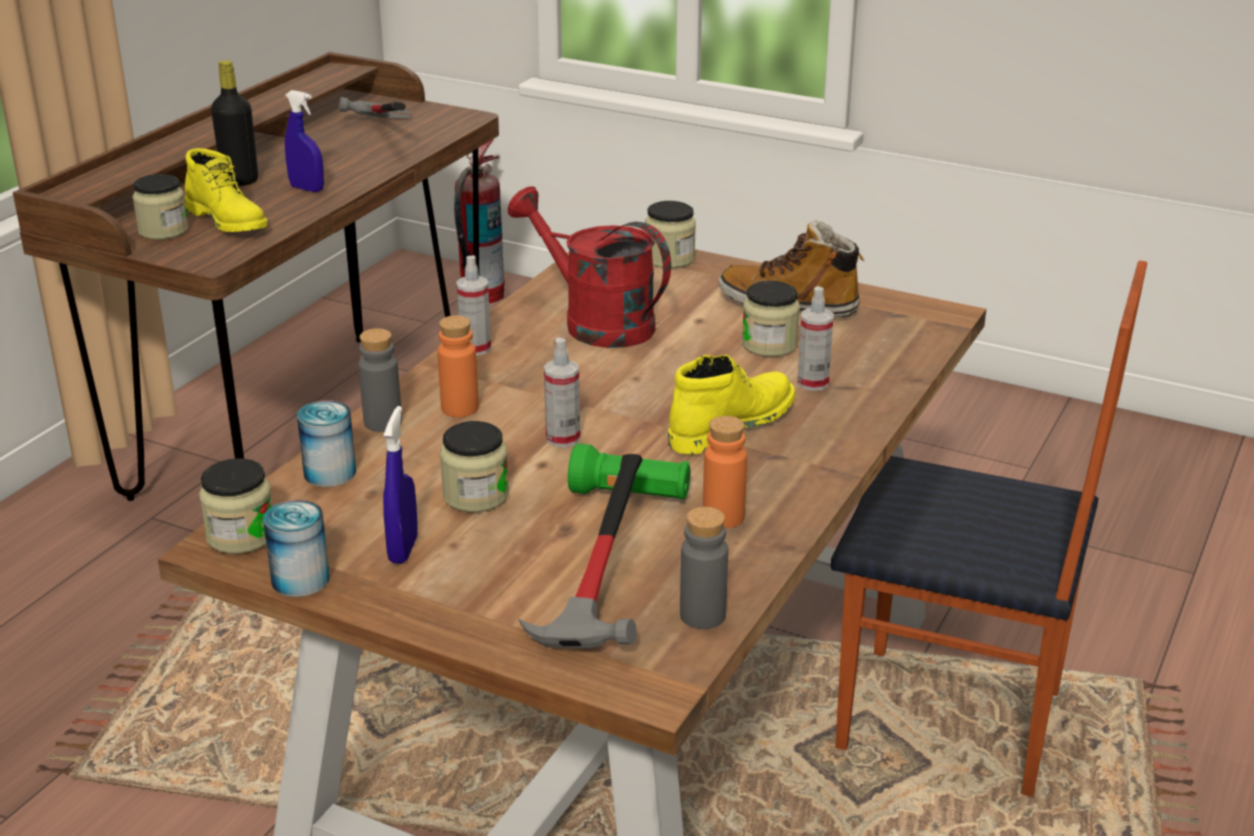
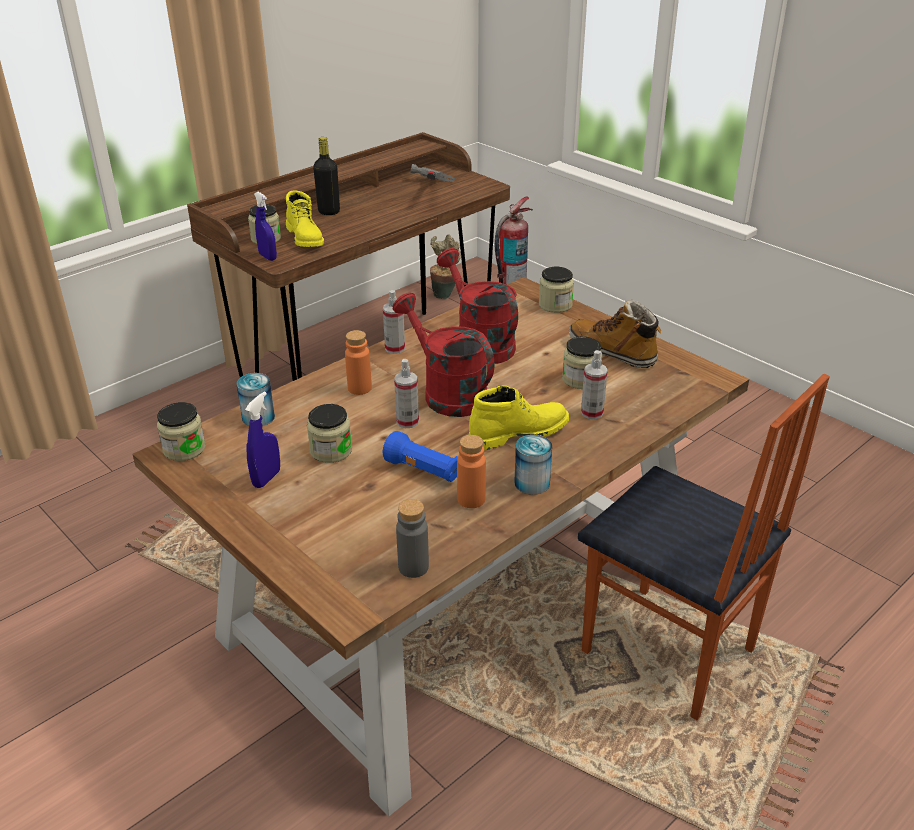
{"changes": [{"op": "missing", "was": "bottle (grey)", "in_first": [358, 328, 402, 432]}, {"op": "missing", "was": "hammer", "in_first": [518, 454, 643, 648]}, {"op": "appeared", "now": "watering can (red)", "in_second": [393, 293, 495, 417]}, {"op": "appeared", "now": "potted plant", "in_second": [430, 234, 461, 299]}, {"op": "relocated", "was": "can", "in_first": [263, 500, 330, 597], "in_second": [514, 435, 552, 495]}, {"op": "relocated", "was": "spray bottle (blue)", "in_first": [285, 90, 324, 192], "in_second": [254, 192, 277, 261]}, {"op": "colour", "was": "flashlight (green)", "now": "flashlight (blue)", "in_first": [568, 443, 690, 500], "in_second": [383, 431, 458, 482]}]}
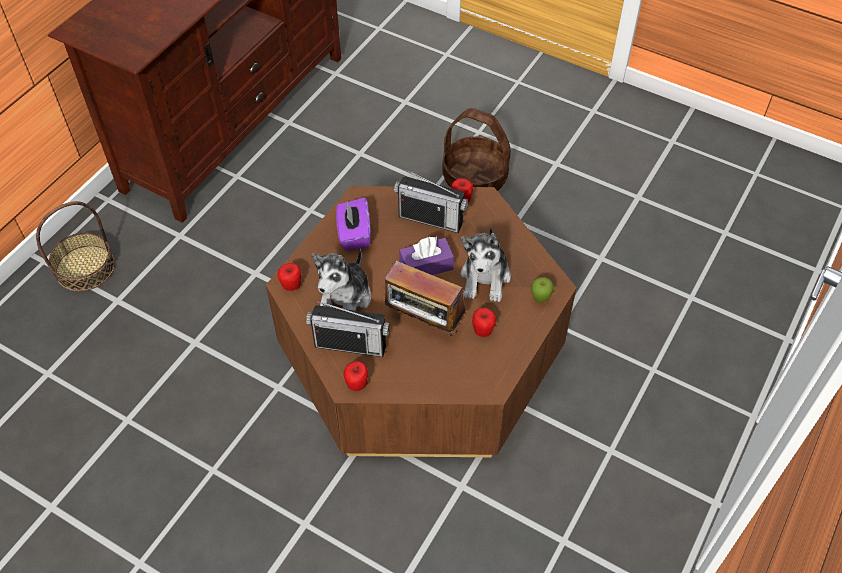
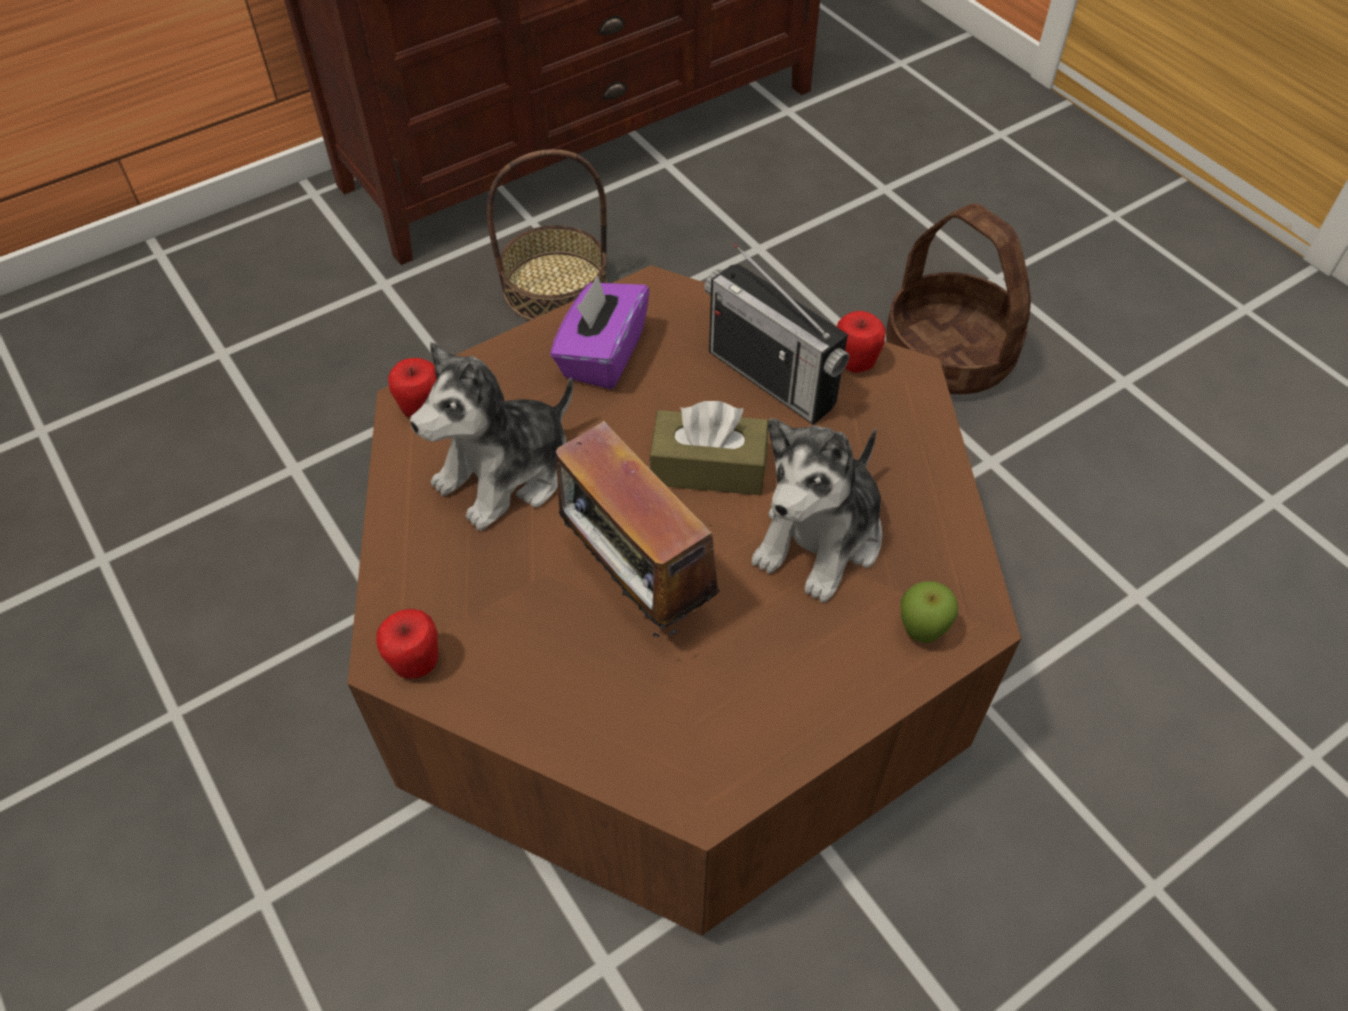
{"changes": [{"op": "missing", "was": "radio", "in_first": [306, 301, 390, 357]}, {"op": "missing", "was": "apple", "in_first": [472, 308, 496, 337]}, {"op": "relocated", "was": "basket", "in_first": [36, 201, 115, 291], "in_second": [487, 149, 607, 321]}, {"op": "colour", "was": "tissue box (purple)", "now": "tissue box (brown)", "in_first": [399, 237, 454, 275], "in_second": [649, 401, 768, 495]}]}
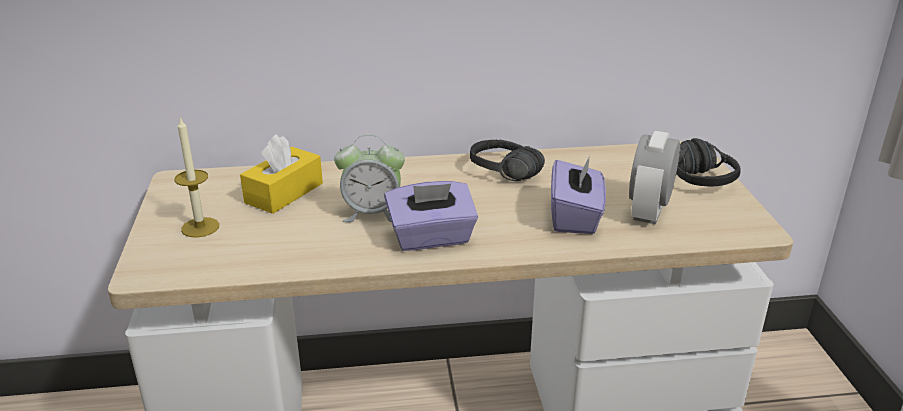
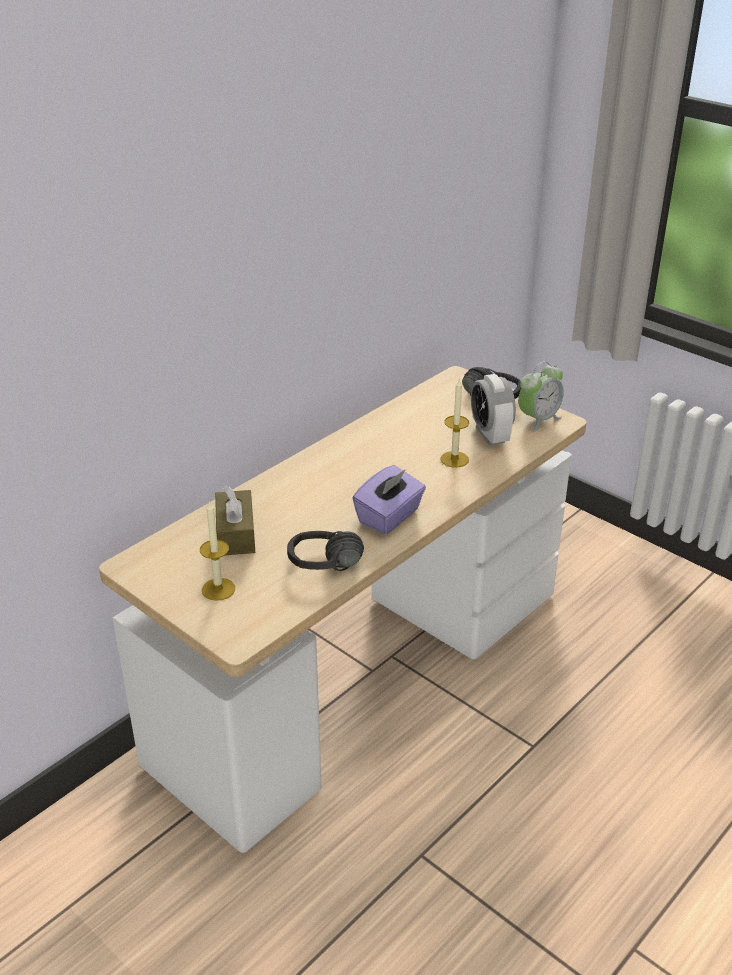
{"changes": [{"op": "relocated", "was": "alarm clock", "in_first": [334, 135, 405, 222], "in_second": [518, 361, 564, 432]}, {"op": "relocated", "was": "headphones (black)", "in_first": [470, 140, 545, 181], "in_second": [287, 531, 364, 571]}, {"op": "exchanged", "was": "tissue box (purple)", "now": "candle", "in_first": [551, 154, 606, 234], "in_second": [441, 379, 469, 468]}, {"op": "colour", "was": "tissue box (yellow)", "now": "tissue box (brown)", "in_first": [240, 134, 323, 214], "in_second": [215, 486, 255, 555]}]}
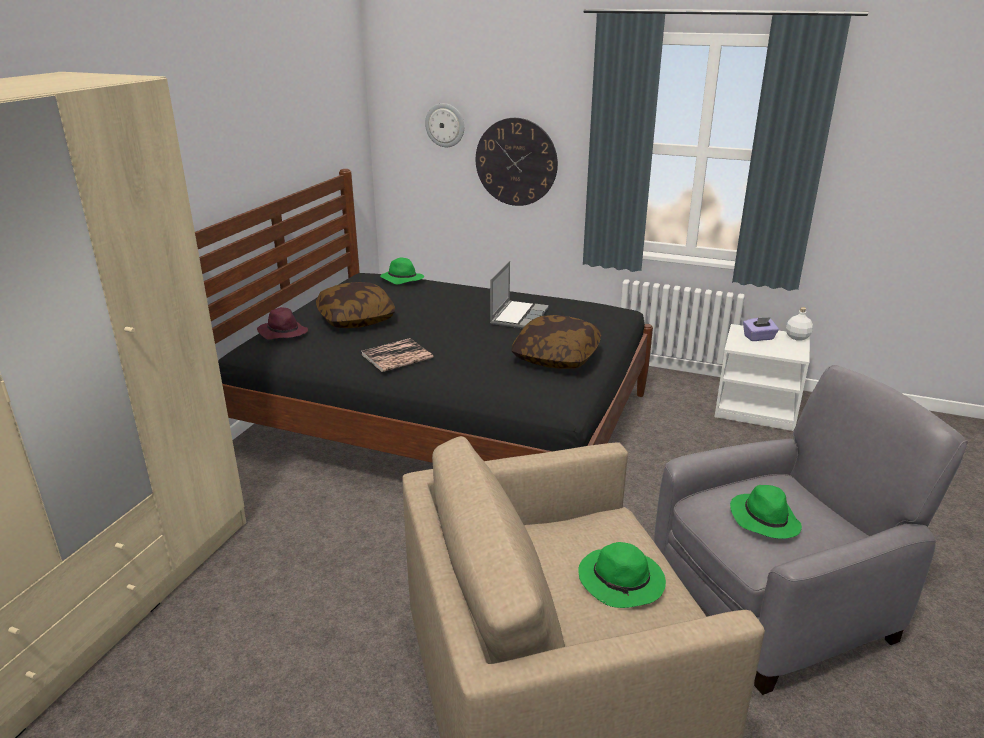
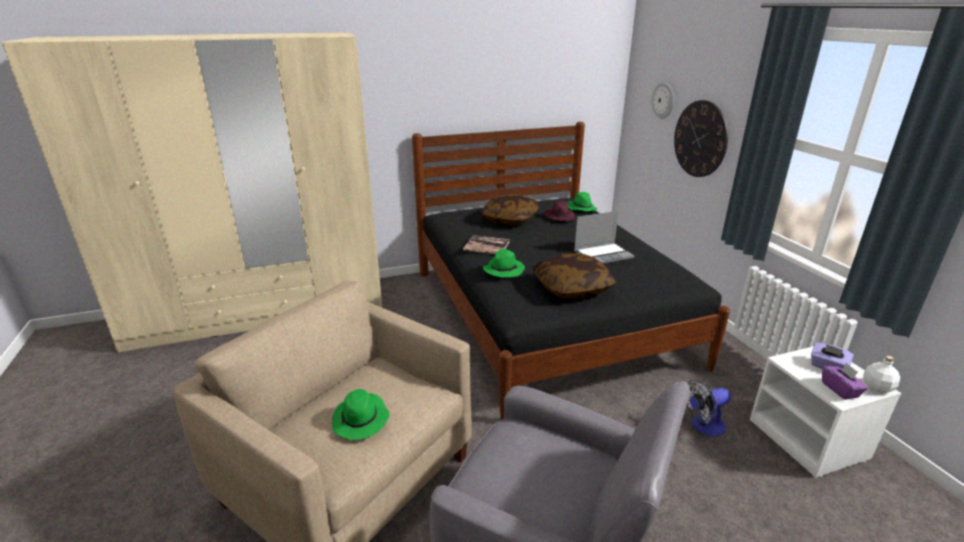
{"changes": [{"op": "appeared", "now": "fan", "in_second": [686, 380, 731, 436]}, {"op": "appeared", "now": "tissue box (purple)", "in_second": [822, 363, 868, 400]}, {"op": "relocated", "was": "hat (purple)", "in_first": [257, 307, 308, 340], "in_second": [544, 200, 575, 221]}, {"op": "relocated", "was": "hat (green)", "in_first": [730, 485, 802, 539], "in_second": [483, 249, 525, 277]}]}
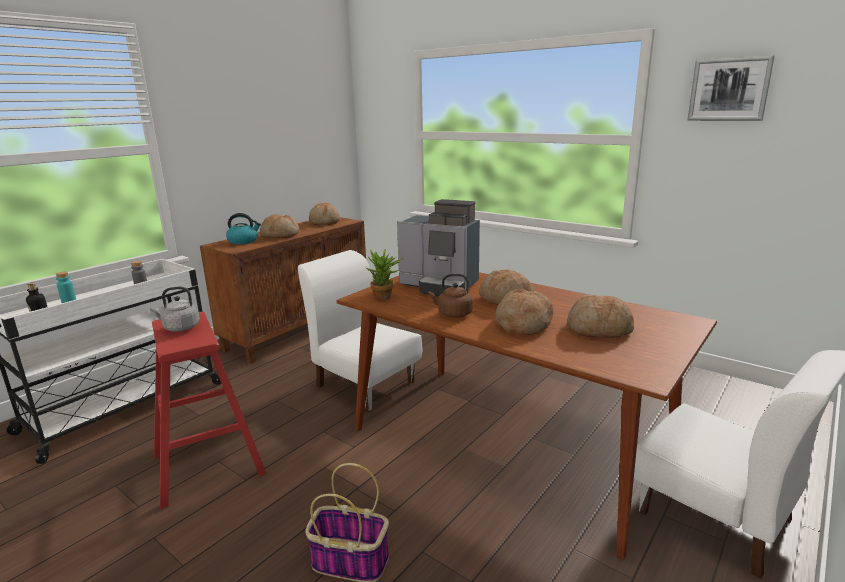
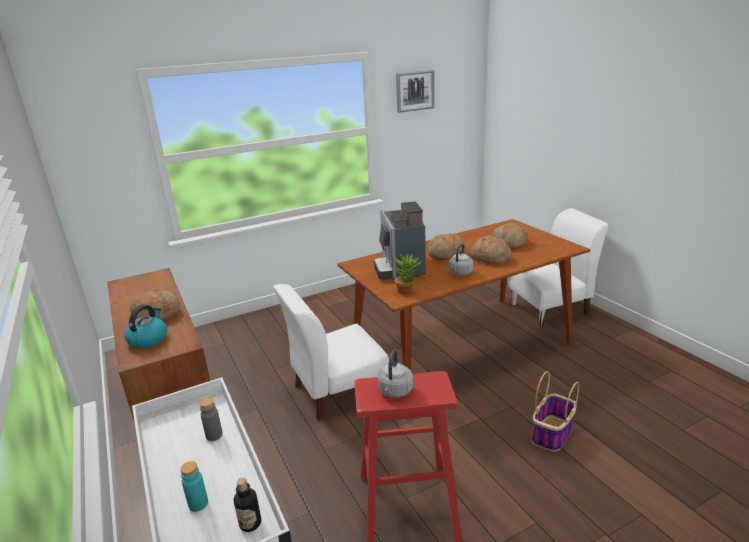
{"changes": [{"op": "missing", "was": "bread", "in_first": [309, 203, 340, 225]}, {"op": "colour", "was": "kettle (brown)", "now": "kettle (grey)", "in_first": [429, 274, 473, 318], "in_second": [449, 243, 473, 276]}, {"op": "spun", "was": "coffee machine", "in_first": [397, 199, 480, 296], "in_second": [374, 202, 426, 280], "clockwise": 120}]}
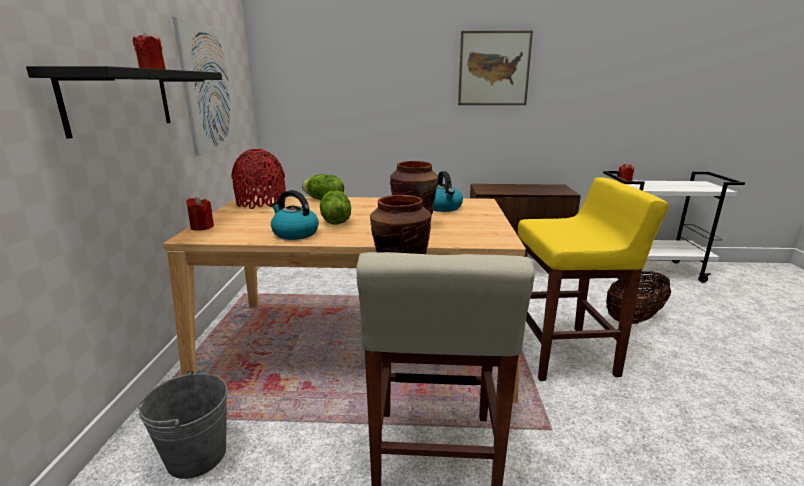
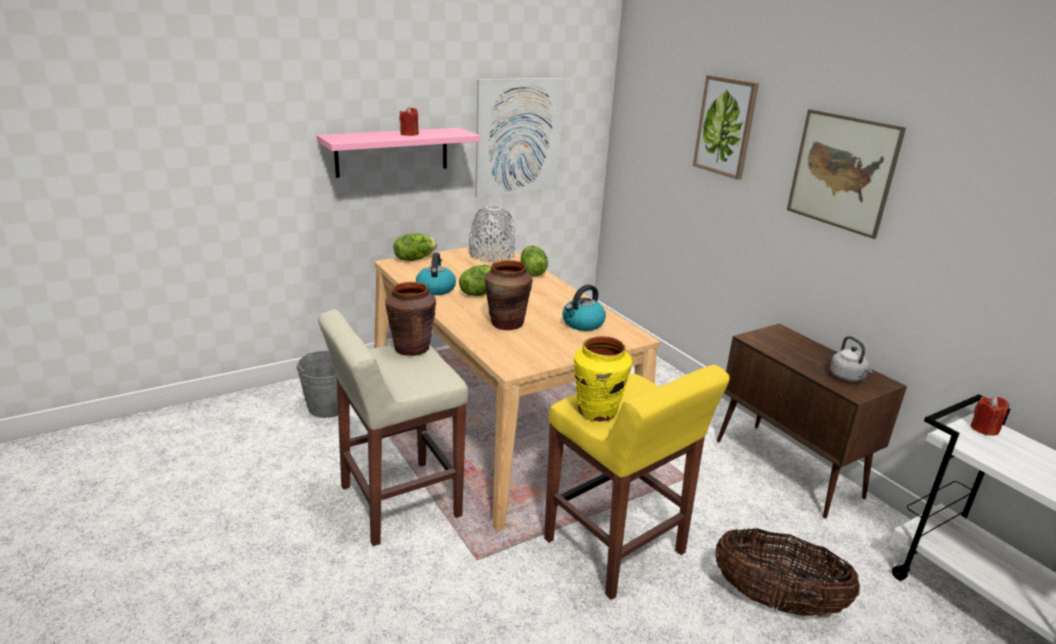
{"changes": [{"op": "appeared", "now": "vase (yellow)", "in_second": [574, 336, 632, 422]}, {"op": "appeared", "now": "picture", "in_second": [693, 75, 759, 180]}, {"op": "appeared", "now": "kettle (grey)", "in_second": [830, 336, 873, 382]}, {"op": "exchanged", "was": "candle (red)", "now": "lettuce", "in_first": [186, 197, 214, 231], "in_second": [394, 233, 437, 261]}, {"op": "colour", "was": "shelf (black)", "now": "shelf (pink)", "in_first": [26, 66, 222, 139], "in_second": [317, 127, 480, 178]}, {"op": "colour", "was": "vase (red)", "now": "vase (grey)", "in_first": [231, 149, 286, 209], "in_second": [469, 205, 516, 263]}]}
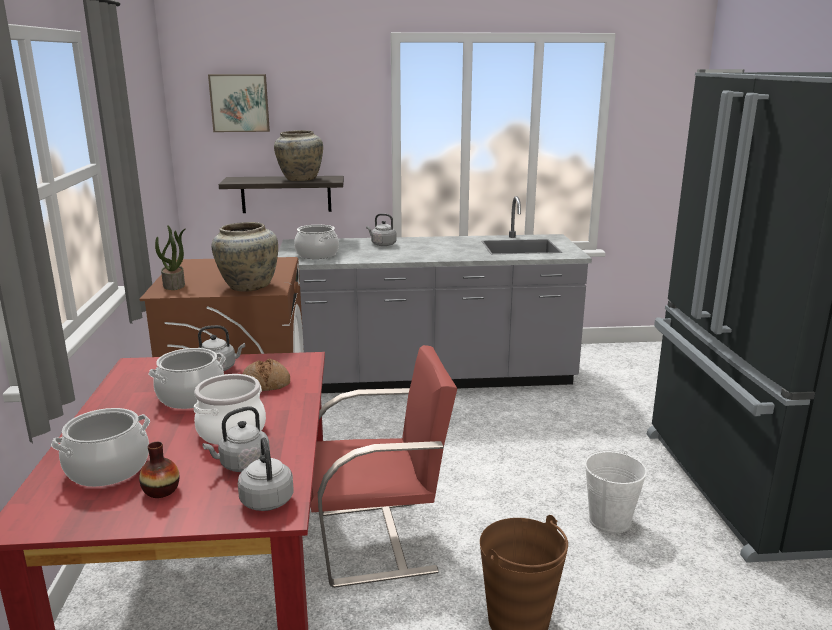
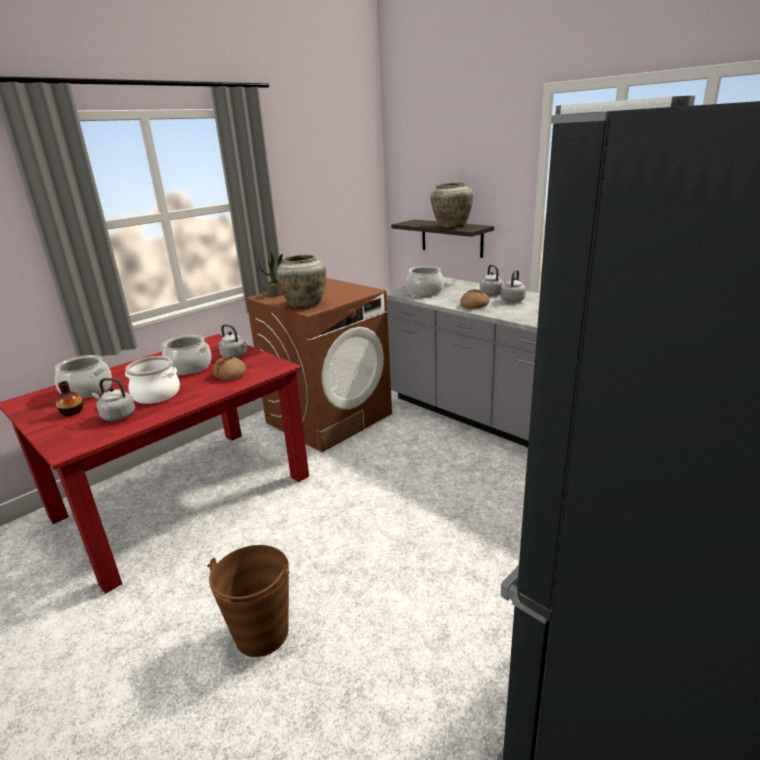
{"changes": [{"op": "missing", "was": "picture", "in_first": [208, 74, 270, 132]}, {"op": "missing", "was": "chair (red)", "in_first": [310, 345, 457, 588]}, {"op": "missing", "was": "bucket (white)", "in_first": [584, 450, 647, 534]}, {"op": "appeared", "now": "bread", "in_second": [460, 289, 489, 309]}, {"op": "relocated", "was": "kettle (grey)", "in_first": [238, 437, 293, 511], "in_second": [500, 270, 526, 302]}]}
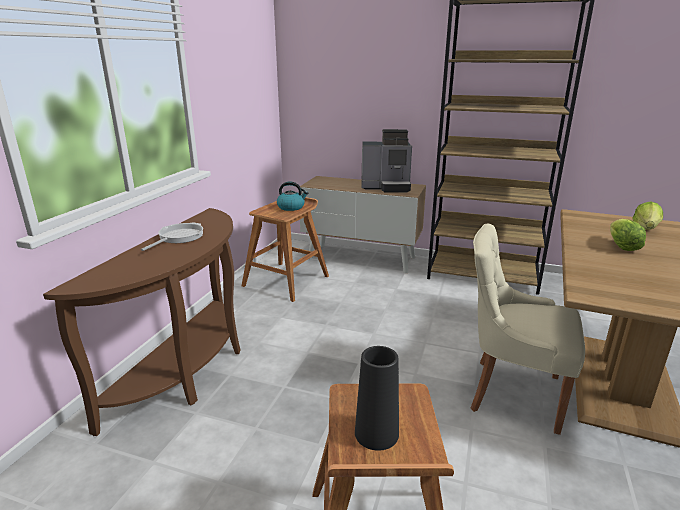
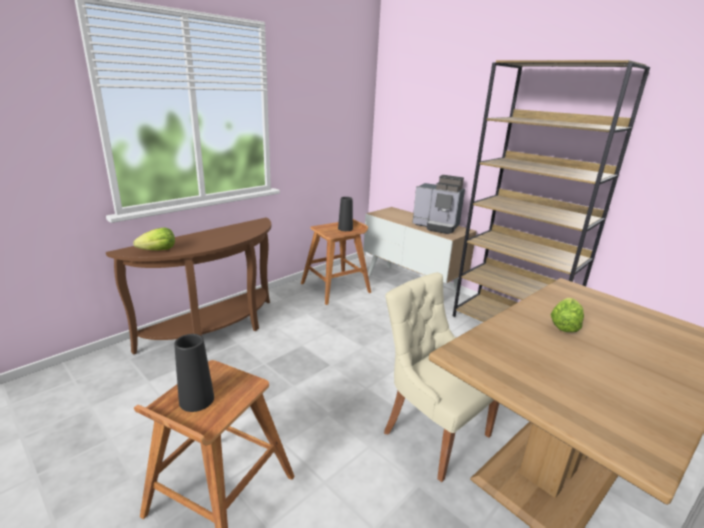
{"changes": [{"op": "missing", "was": "frying pan", "in_first": [141, 222, 203, 251]}, {"op": "relocated", "was": "lettuce", "in_first": [632, 201, 663, 230], "in_second": [133, 228, 175, 251]}, {"op": "exchanged", "was": "kettle", "now": "vase (black)", "in_first": [277, 182, 308, 211], "in_second": [338, 197, 353, 231]}]}
